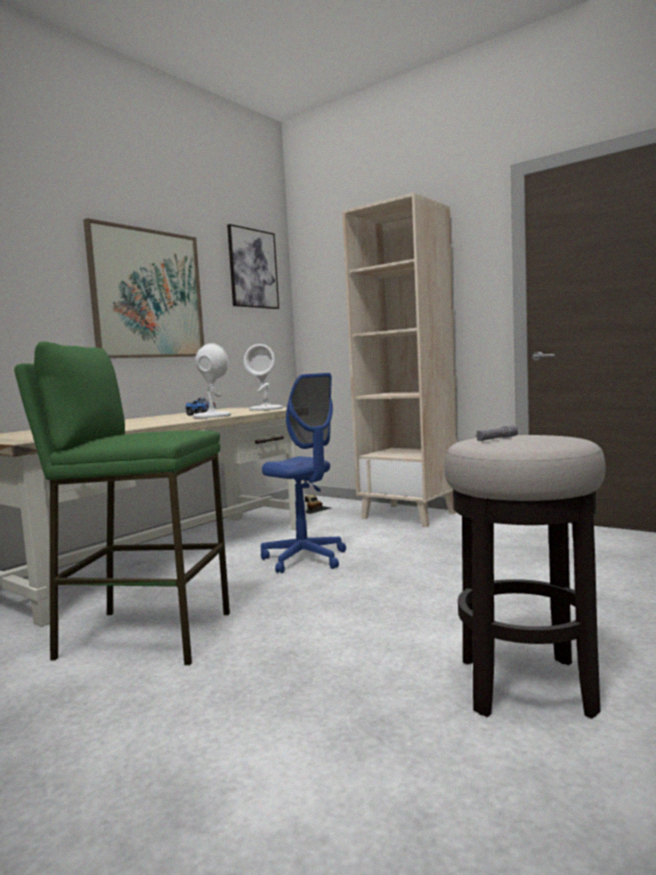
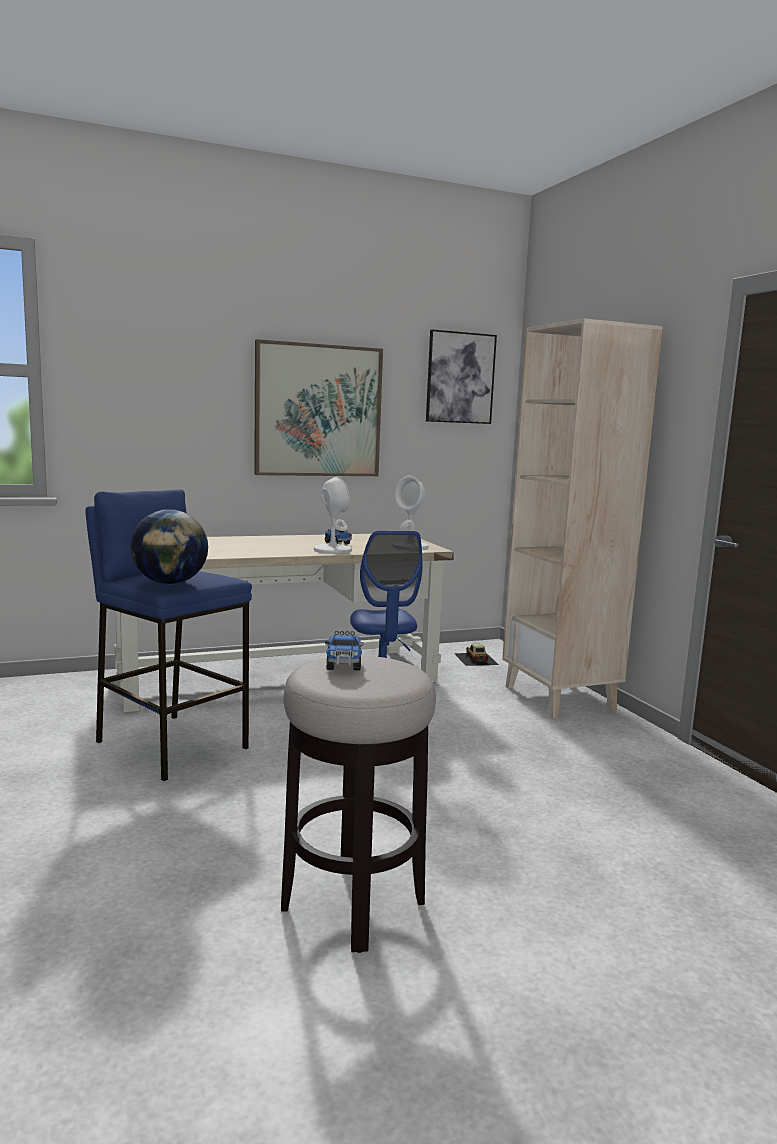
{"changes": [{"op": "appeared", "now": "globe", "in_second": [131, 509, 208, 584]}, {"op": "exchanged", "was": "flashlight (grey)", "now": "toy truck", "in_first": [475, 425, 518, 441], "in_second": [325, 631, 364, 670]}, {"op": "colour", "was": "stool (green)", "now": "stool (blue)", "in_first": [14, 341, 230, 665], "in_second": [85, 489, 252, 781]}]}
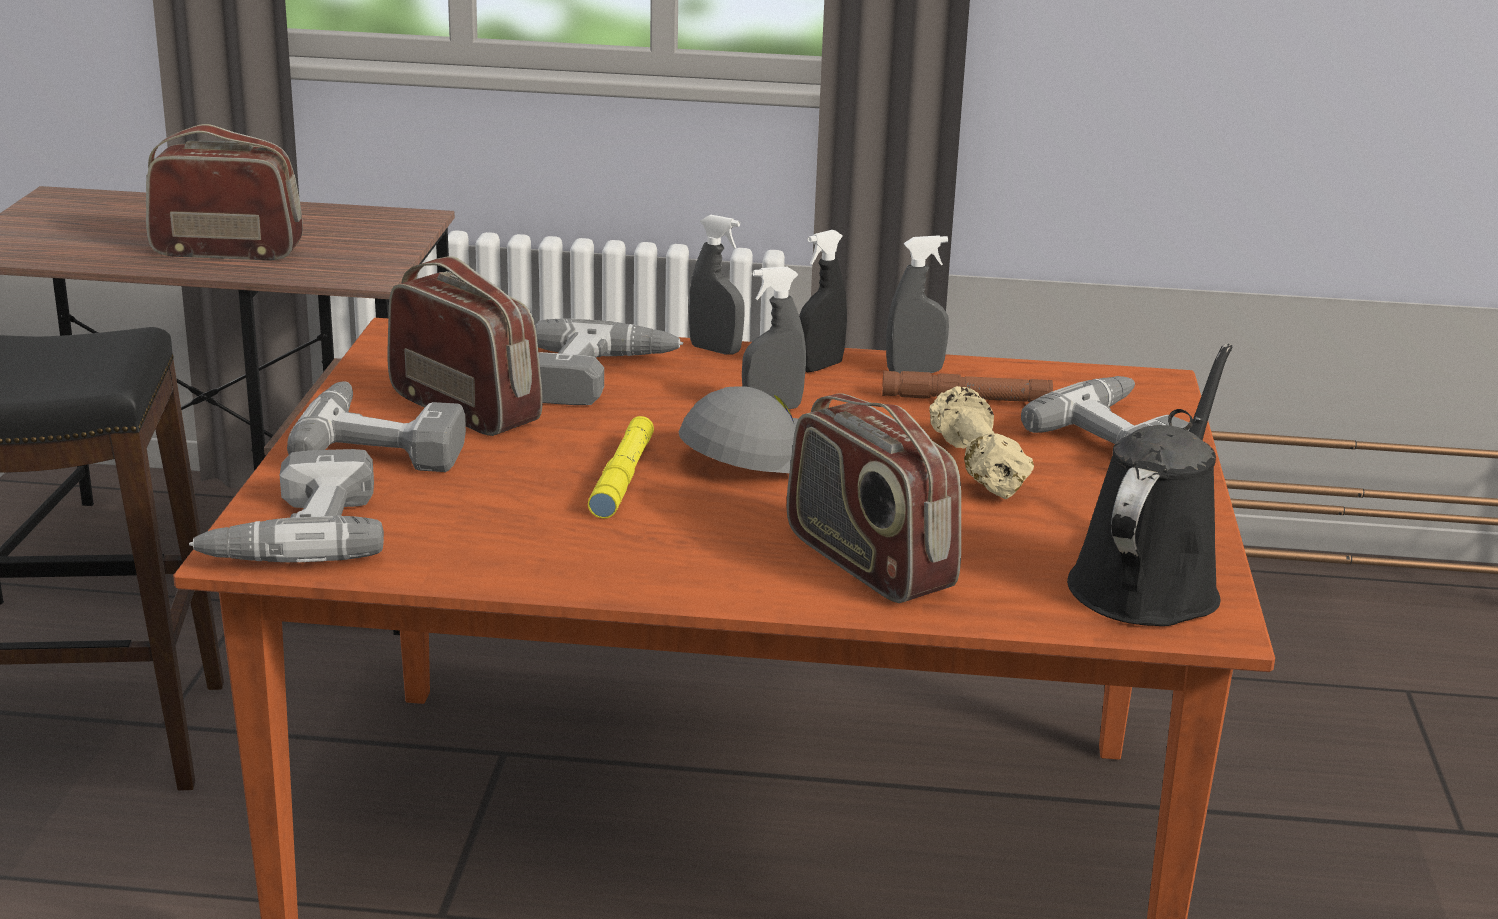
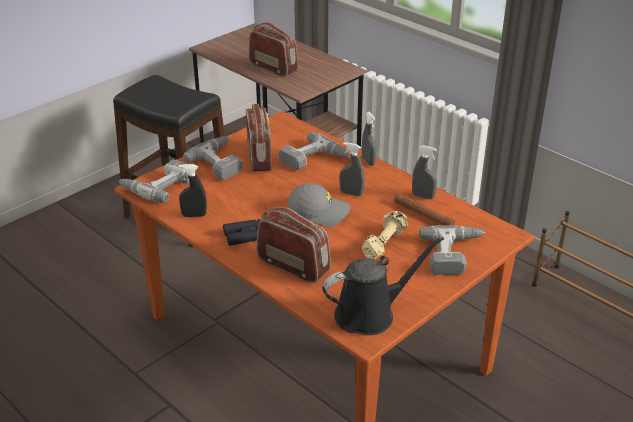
{"changes": [{"op": "missing", "was": "flashlight (yellow)", "in_first": [588, 416, 654, 518]}, {"op": "appeared", "now": "binoculars (black)", "in_second": [223, 219, 261, 246]}, {"op": "relocated", "was": "spray bottle (black)", "in_first": [799, 230, 847, 373], "in_second": [179, 164, 207, 217]}, {"op": "spun", "was": "radio", "in_first": [787, 394, 961, 603], "in_second": [256, 207, 331, 283], "clockwise": 120}]}
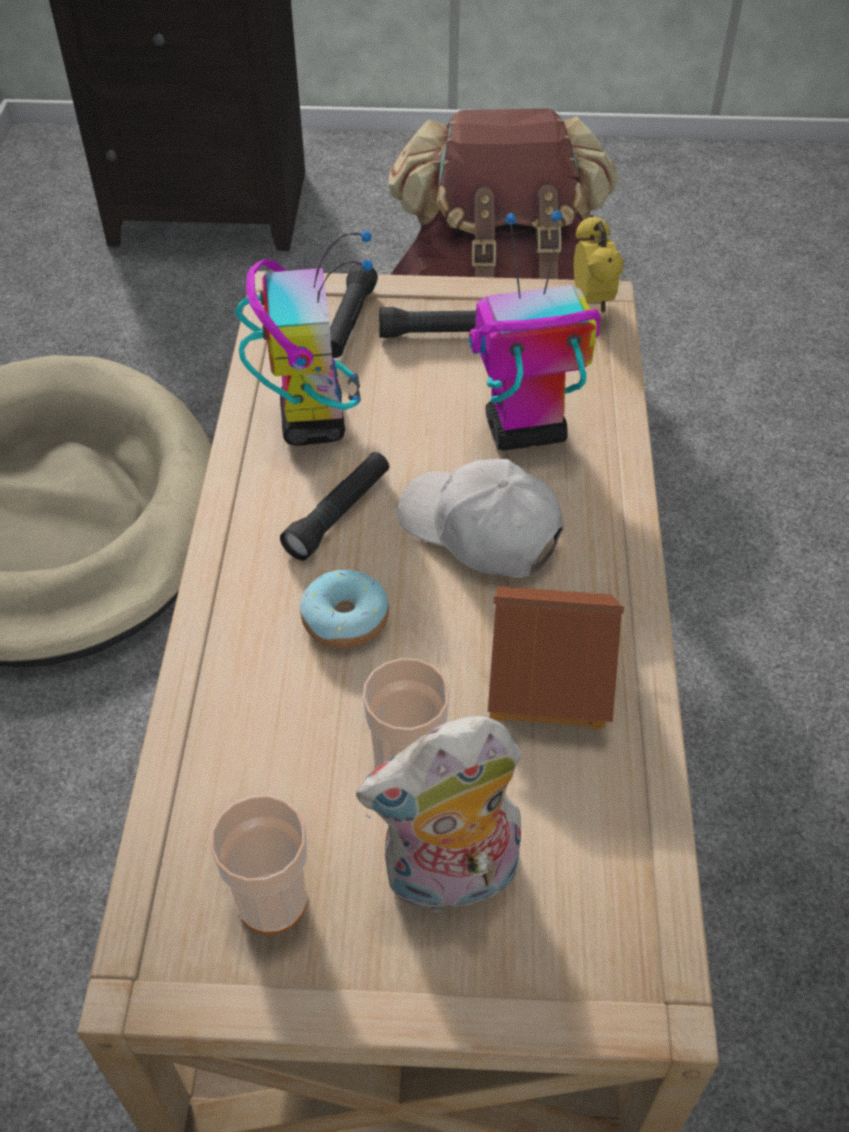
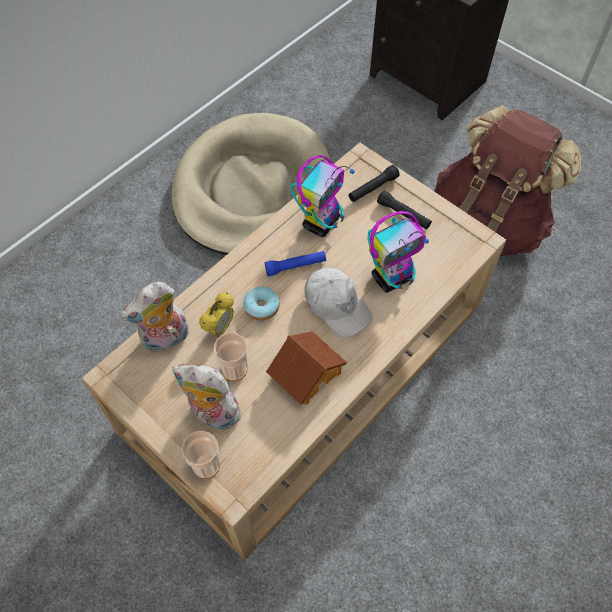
{"changes": [{"op": "appeared", "now": "plush toy", "in_second": [121, 282, 189, 353]}, {"op": "relocated", "was": "cup", "in_first": [210, 795, 307, 934], "in_second": [182, 431, 220, 479]}, {"op": "relocated", "was": "alarm clock", "in_first": [574, 215, 624, 313], "in_second": [199, 292, 234, 337]}, {"op": "colour", "was": "flashlight (black)", "now": "flashlight (blue)", "in_first": [280, 452, 389, 560], "in_second": [265, 251, 326, 276]}, {"op": "spun", "was": "cap (white)", "in_first": [397, 459, 563, 578], "in_second": [304, 268, 373, 338], "clockwise": 150}, {"op": "spun", "was": "toy robot", "in_first": [469, 210, 601, 451], "in_second": [367, 211, 429, 293], "clockwise": 120}]}
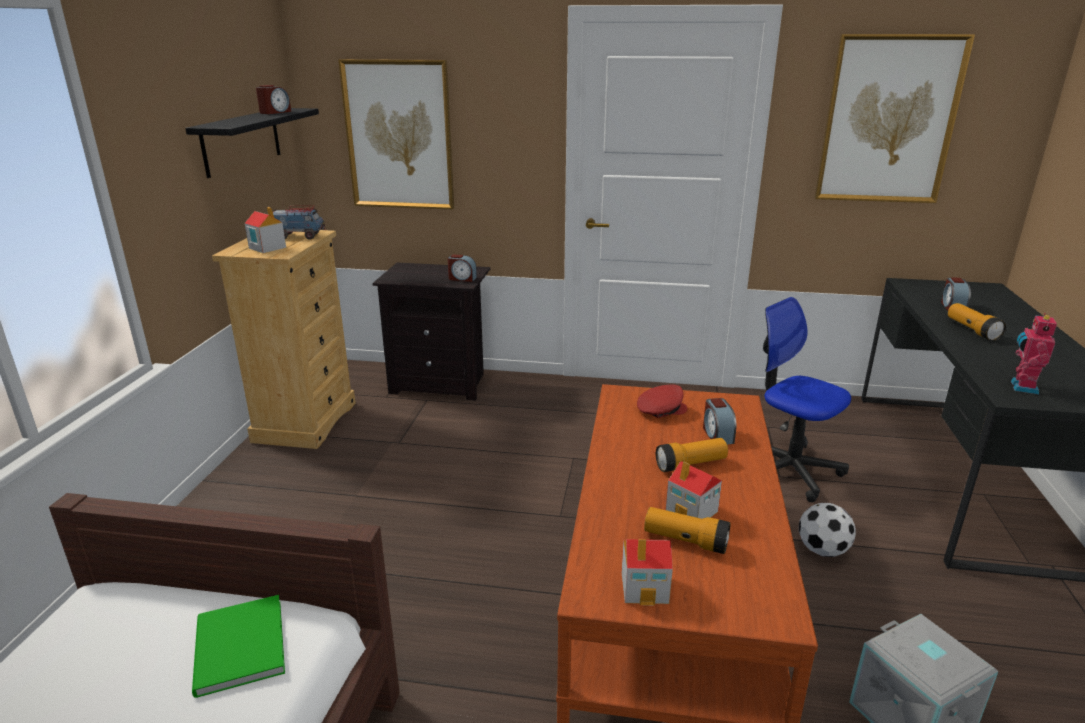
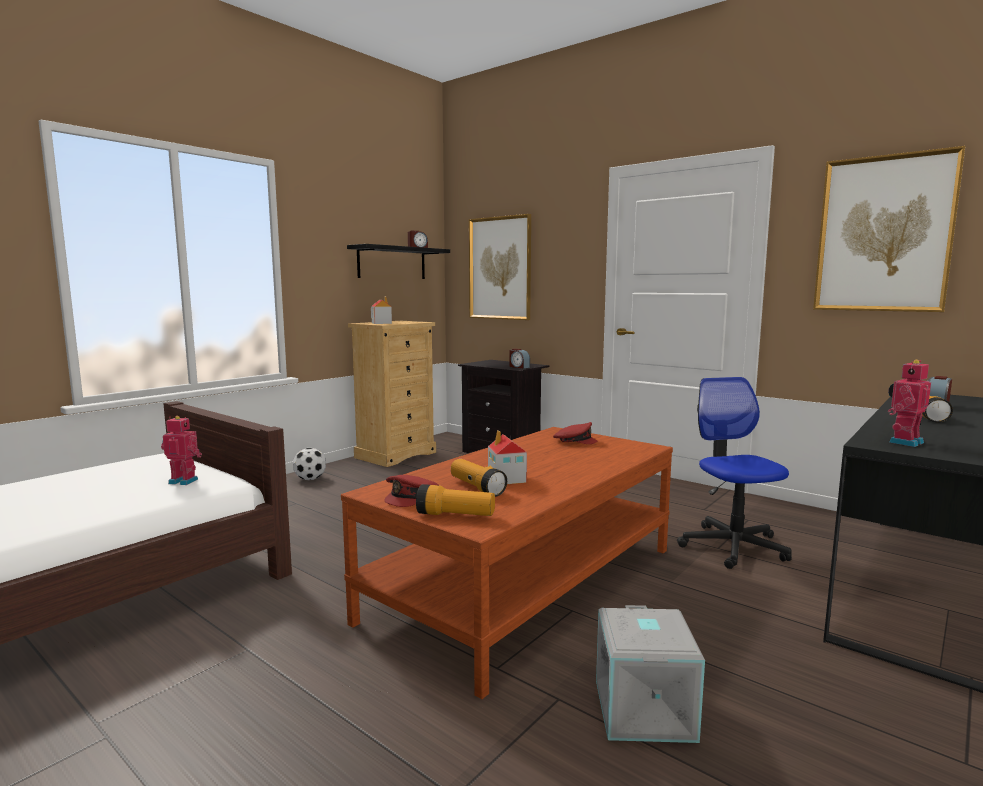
{"changes": [{"op": "missing", "was": "toy truck", "in_first": [273, 206, 325, 239]}, {"op": "missing", "was": "alarm clock", "in_first": [703, 398, 736, 444]}, {"op": "relocated", "was": "flashlight", "in_first": [656, 438, 728, 472], "in_second": [416, 484, 495, 516]}, {"op": "relocated", "was": "football", "in_first": [799, 503, 856, 557], "in_second": [293, 448, 326, 480]}, {"op": "exchanged", "was": "book (green)", "now": "toy robot", "in_first": [192, 595, 285, 698], "in_second": [161, 416, 202, 485]}, {"op": "exchanged", "was": "toy house", "now": "cap (red)", "in_first": [622, 539, 673, 606], "in_second": [384, 475, 438, 507]}]}
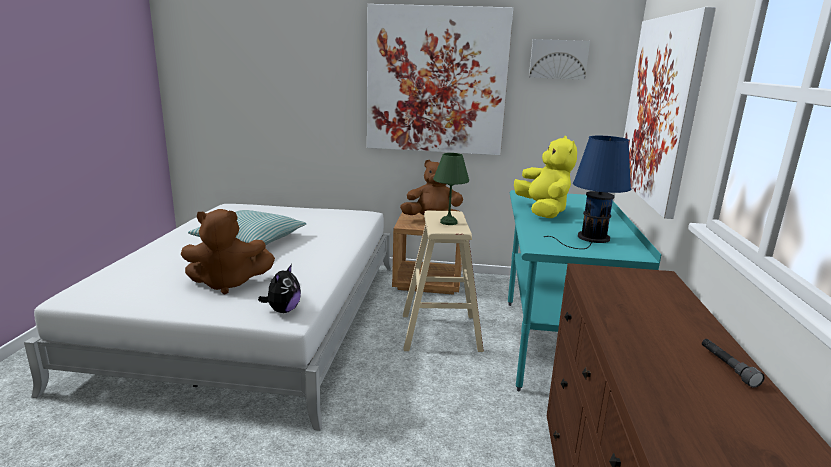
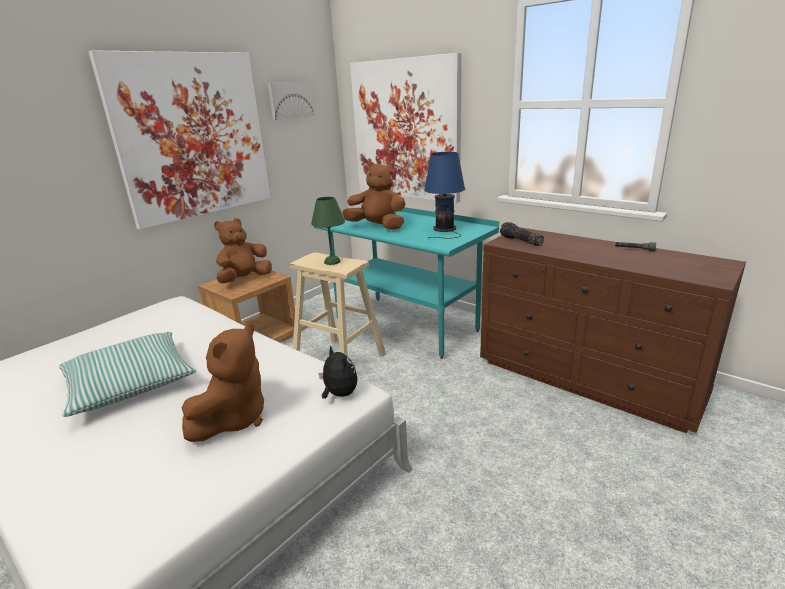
{"changes": [{"op": "appeared", "now": "flashlight", "in_second": [500, 222, 544, 246]}, {"op": "colour", "was": "plush toy (yellow)", "now": "plush toy (brown)", "in_first": [514, 136, 577, 218], "in_second": [342, 162, 406, 230]}]}
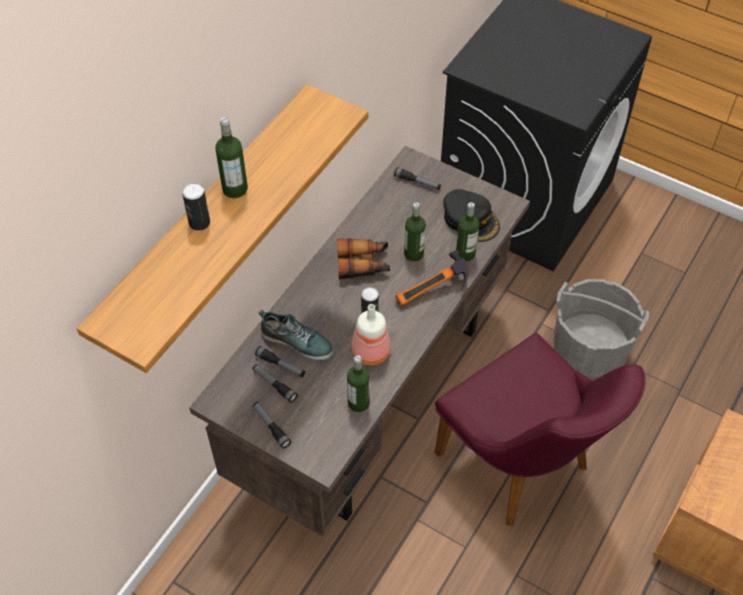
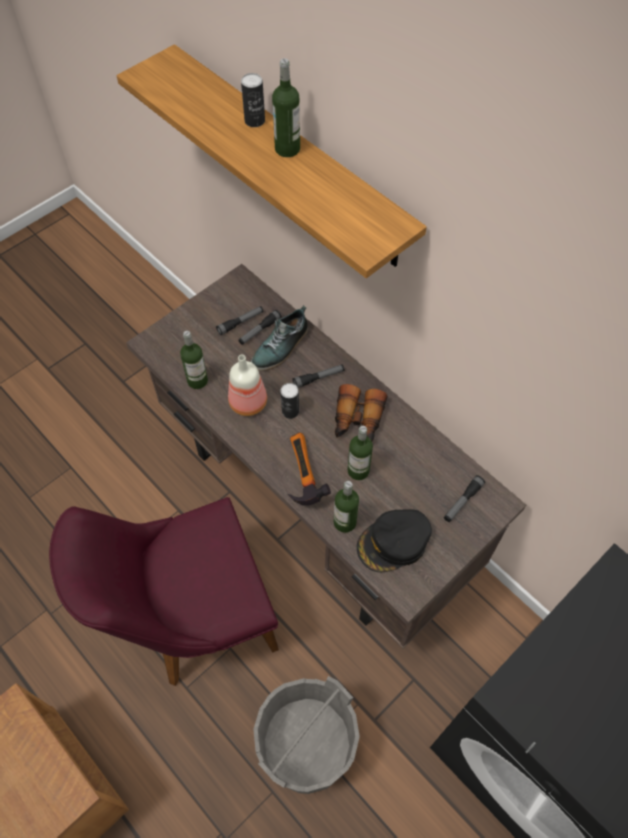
{"changes": [{"op": "relocated", "was": "flashlight", "in_first": [253, 402, 291, 449], "in_second": [292, 365, 344, 388]}]}
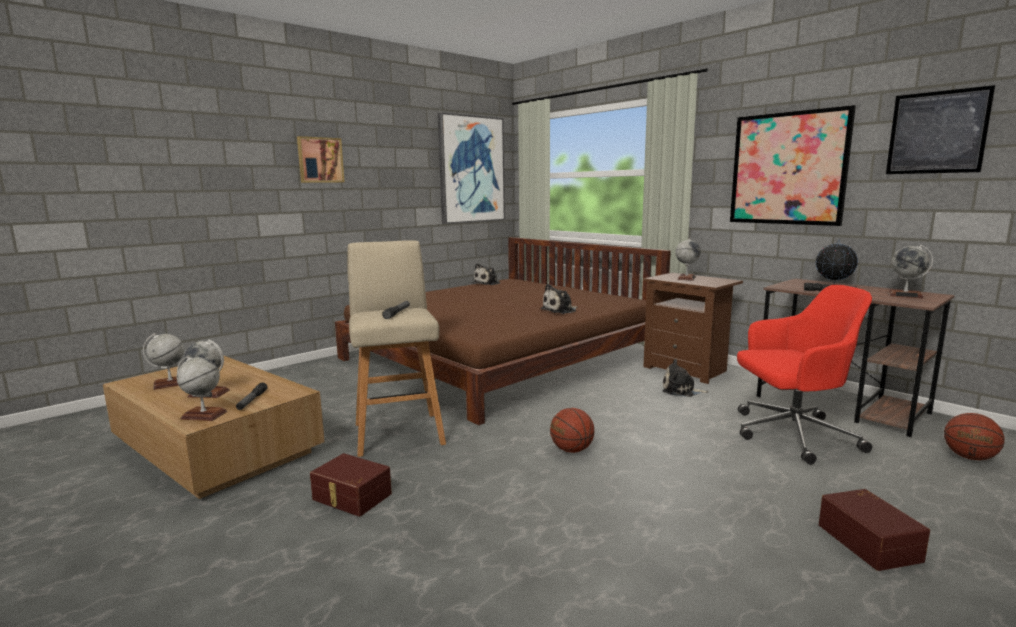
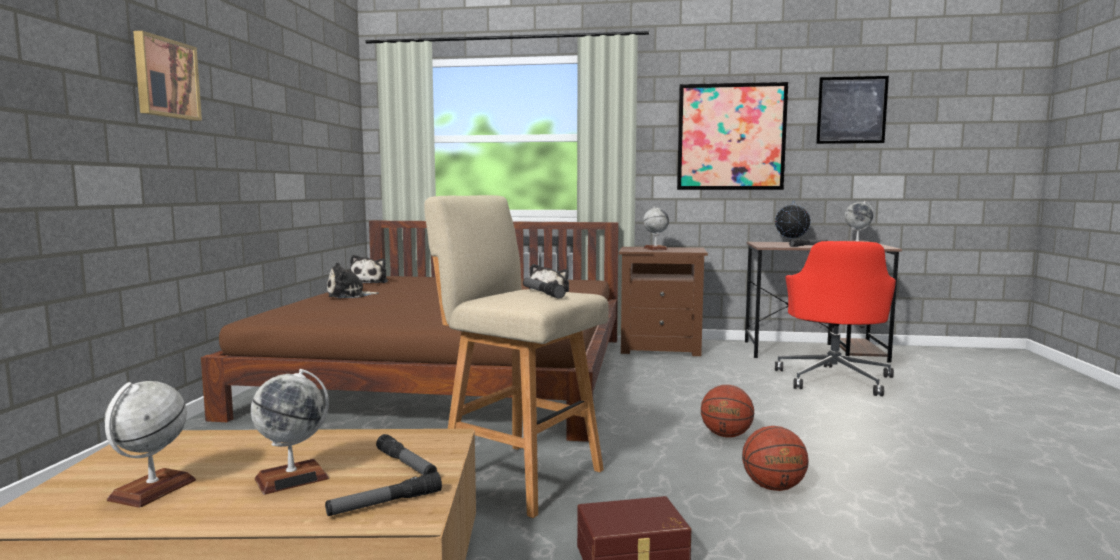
{"changes": [{"op": "missing", "was": "picture", "in_first": [438, 112, 505, 224]}, {"op": "missing", "was": "storage box (brown)", "in_first": [819, 489, 930, 571]}, {"op": "relocated", "was": "plush toy", "in_first": [663, 359, 709, 397], "in_second": [327, 262, 379, 298]}, {"op": "relocated", "was": "basketball", "in_first": [944, 413, 1005, 460], "in_second": [742, 426, 808, 491]}, {"op": "exchanged", "was": "globe", "now": "flashlight", "in_first": [177, 356, 227, 421], "in_second": [325, 472, 442, 516]}, {"op": "spun", "was": "office chair (red)", "in_first": [737, 285, 872, 465], "in_second": [775, 241, 896, 396], "clockwise": 150}]}
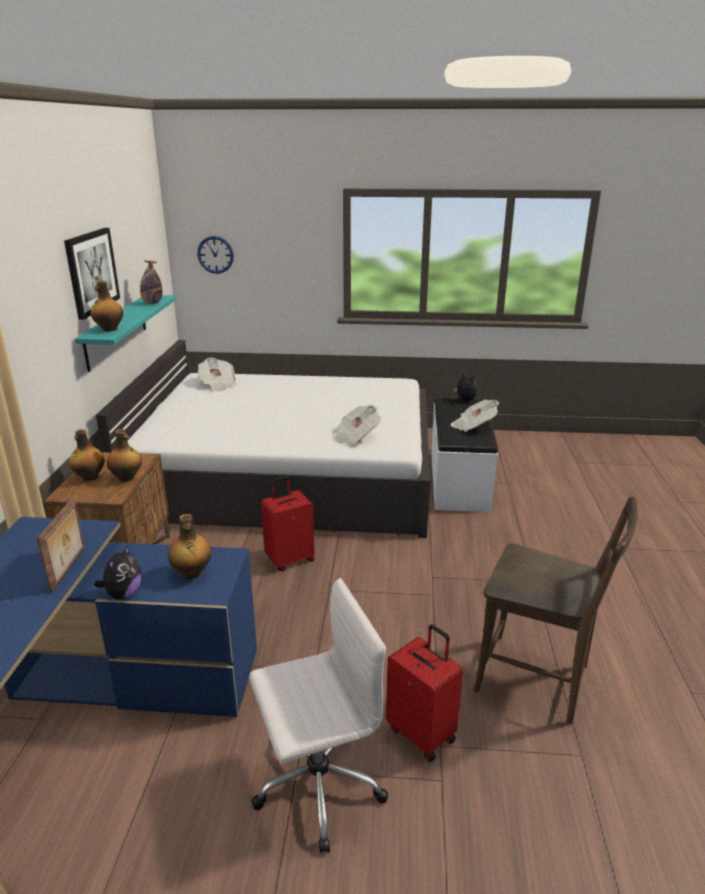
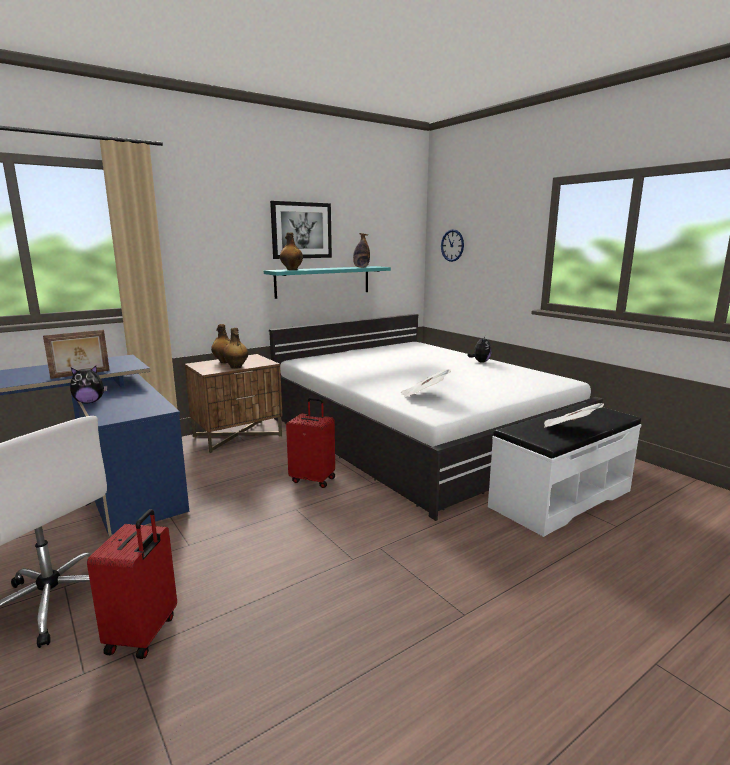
{"changes": [{"op": "missing", "was": "bottle", "in_first": [168, 514, 211, 579]}, {"op": "missing", "was": "newspaper", "in_first": [198, 358, 236, 392]}, {"op": "missing", "was": "chair (brown)", "in_first": [473, 496, 638, 724]}, {"op": "relocated", "was": "plush toy", "in_first": [454, 372, 477, 401], "in_second": [467, 336, 491, 363]}]}
